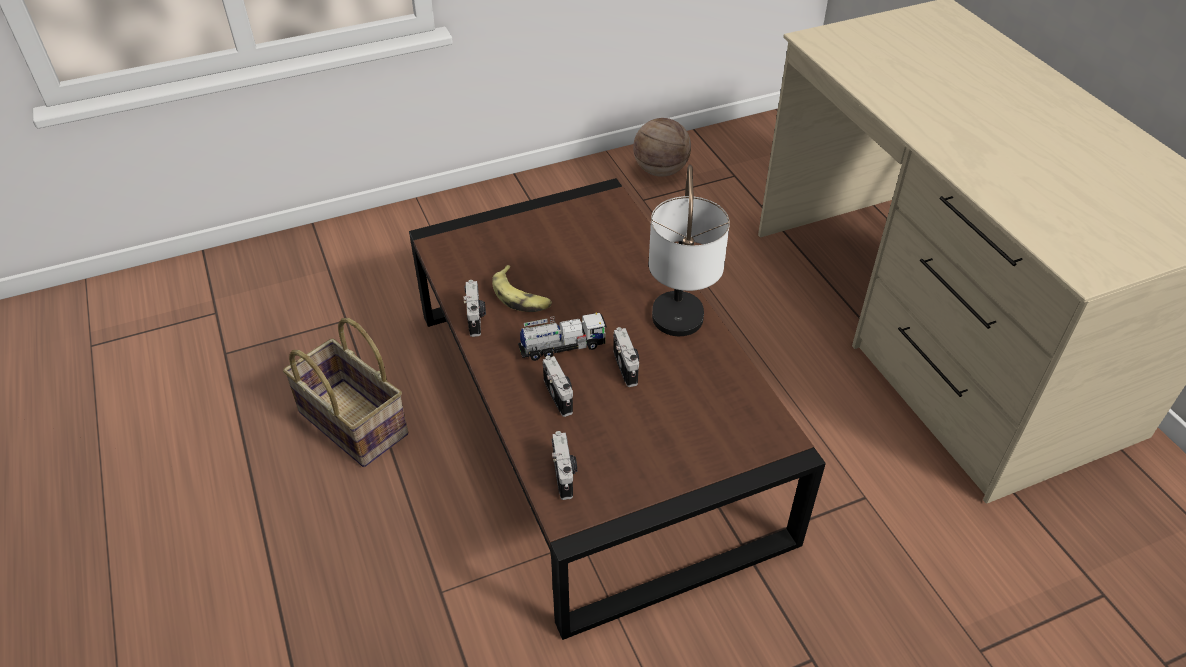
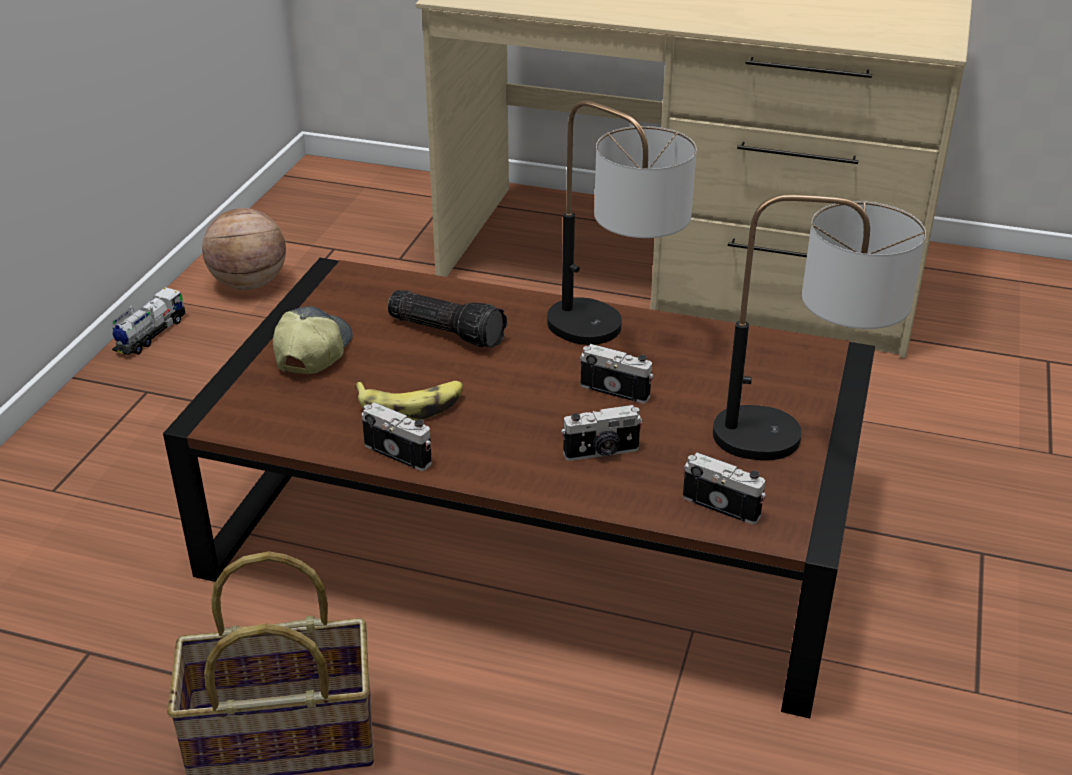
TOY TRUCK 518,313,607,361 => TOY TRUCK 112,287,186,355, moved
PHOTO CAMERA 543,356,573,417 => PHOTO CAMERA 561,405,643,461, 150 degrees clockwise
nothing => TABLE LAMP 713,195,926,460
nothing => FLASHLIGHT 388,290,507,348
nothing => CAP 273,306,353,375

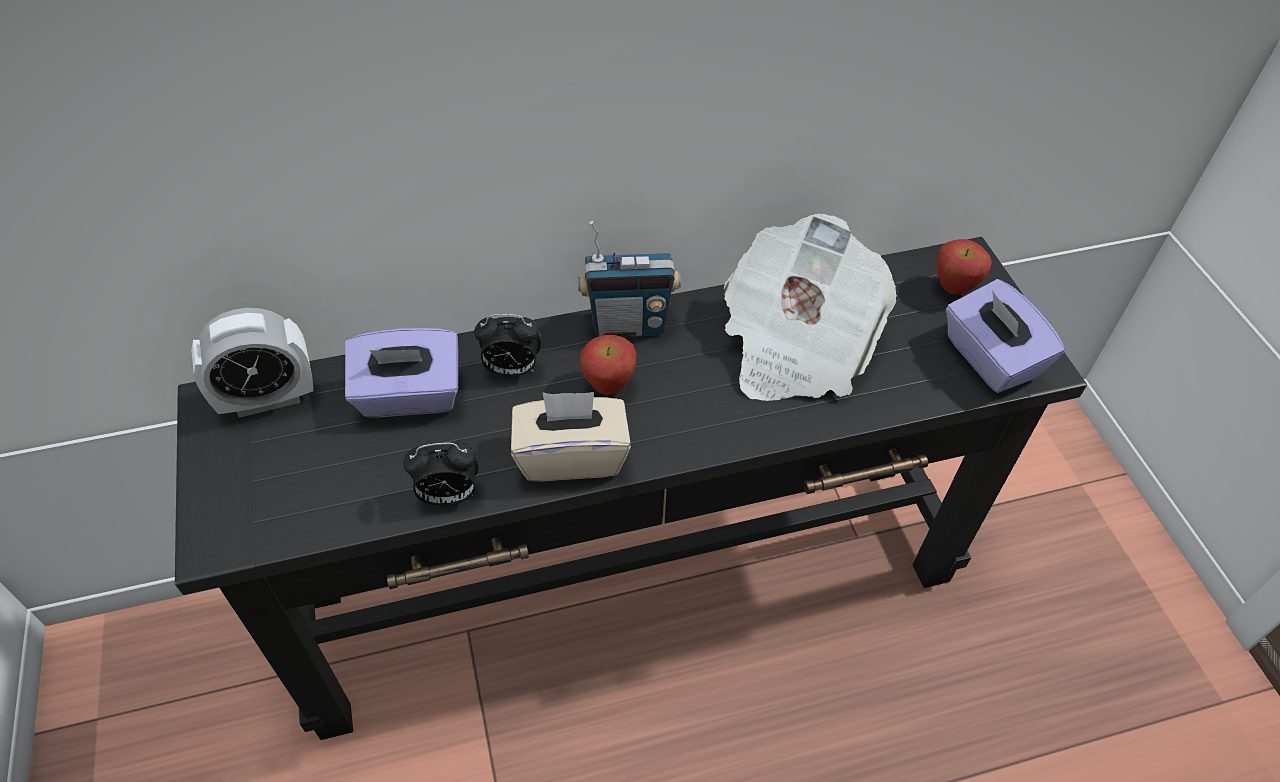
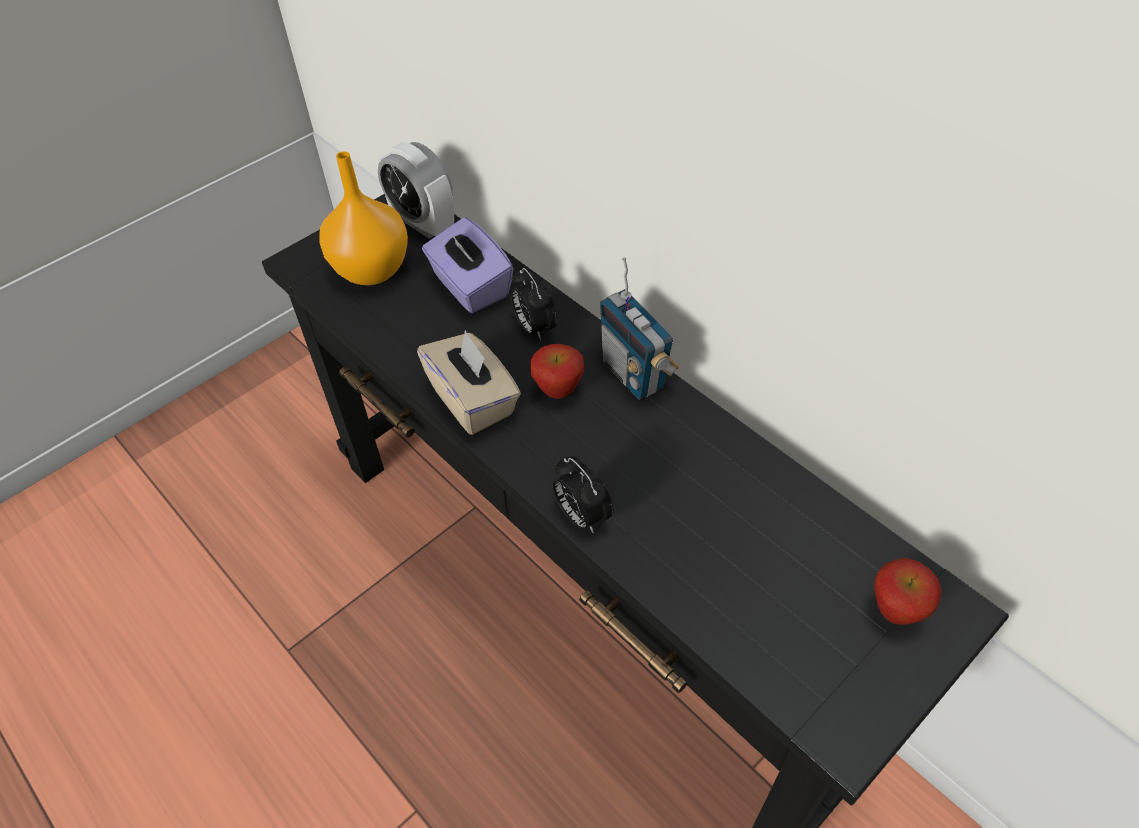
NEWSPAPER 723,214,897,401 => nothing
PURPLE TISSUE BOX 946,279,1065,393 => nothing
ALARM CLOCK 403,442,478,506 => ALARM CLOCK 553,456,613,533, moved
nothing => ORANGE VASE 319,151,408,285

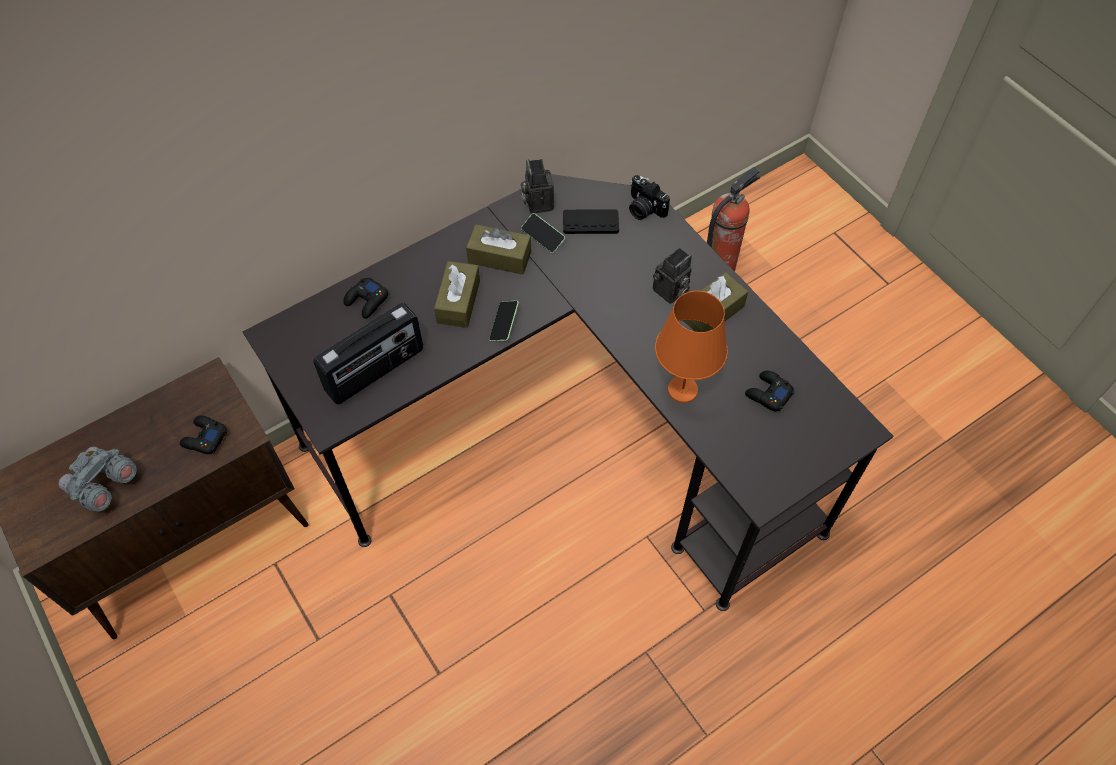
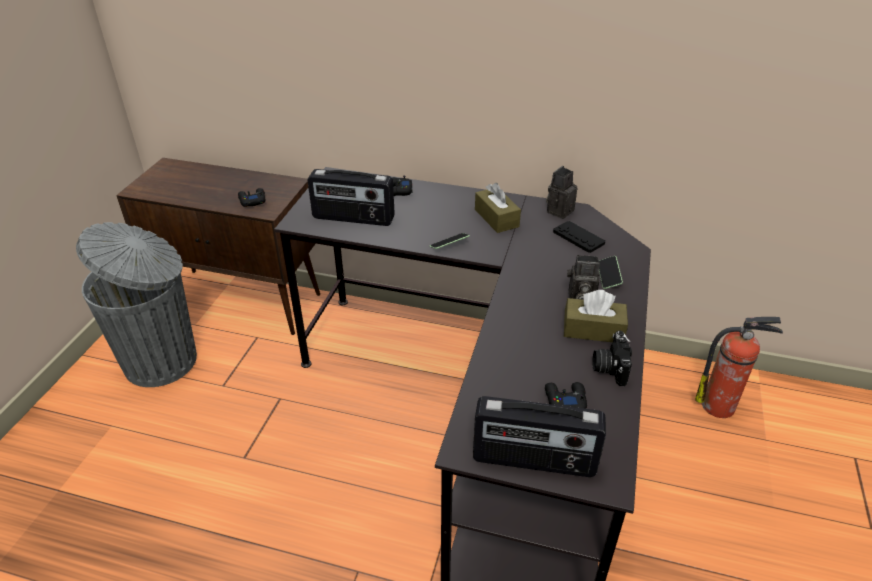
PHOTO CAMERA 629,175,670,220 => PHOTO CAMERA 592,331,632,386, moved
PHONE 521,213,565,253 => PHONE 598,256,623,289, moved
BROWN TISSUE BOX 434,261,480,328 => nothing
ORANGE TABLE LAMP 655,291,728,403 => nothing
GREY BINOCULARS 58,447,137,512 => nothing
nothing => GREY TRASH CAN 76,222,197,387
nothing => RADIO 473,396,606,477

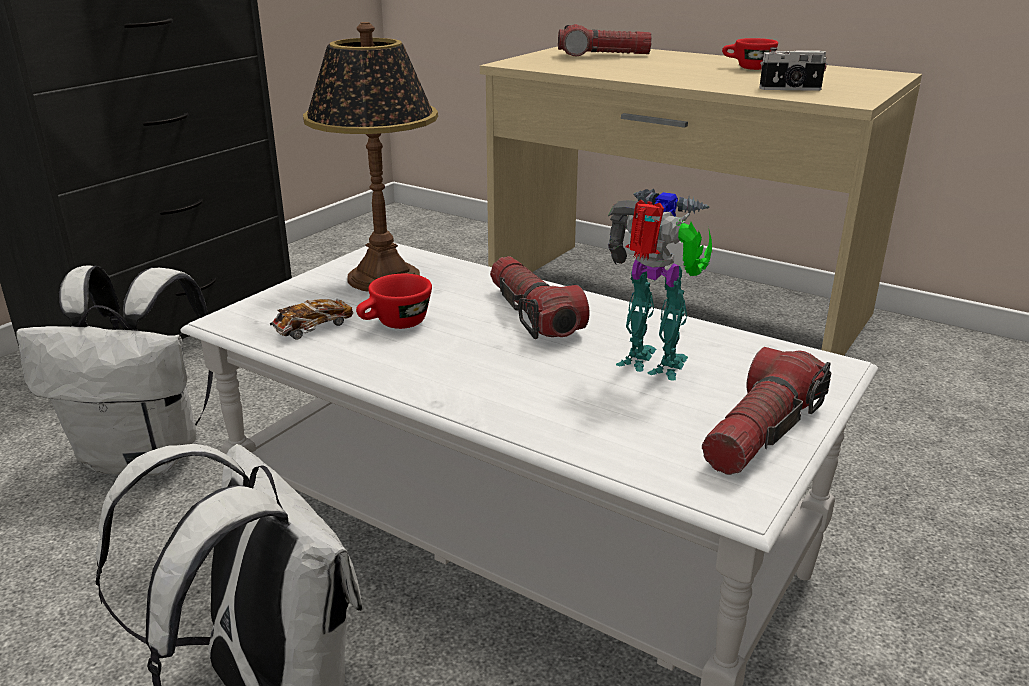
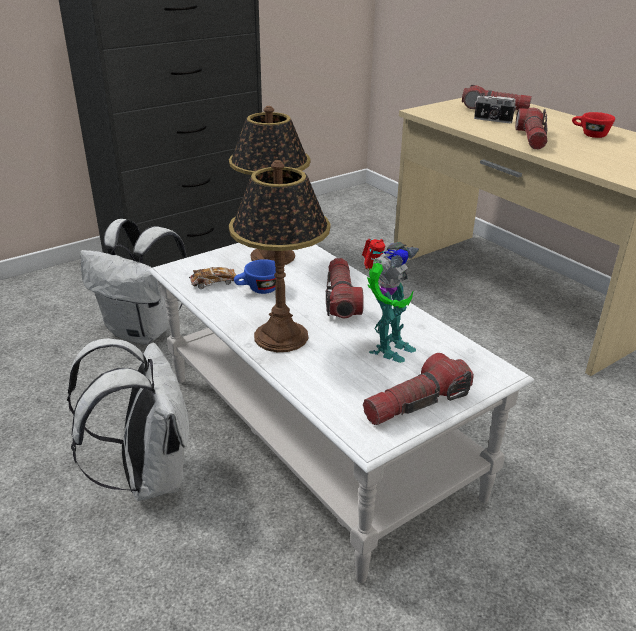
PHOTO CAMERA 759,47,827,91 => PHOTO CAMERA 474,93,516,123, moved
TOY ROBOT 608,188,712,381 => TOY ROBOT 362,239,419,363, 75 degrees clockwise
RED CUP 356,274,432,329 => BLUE CUP 234,259,277,294
nothing => FLASHLIGHT 515,108,548,149
nothing => TABLE LAMP 229,160,331,352

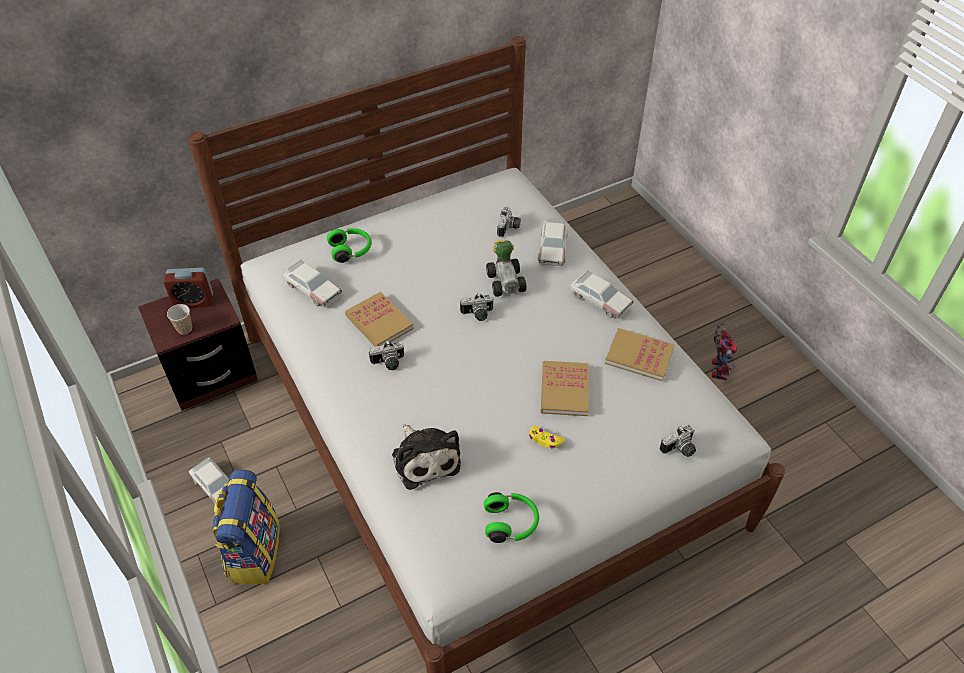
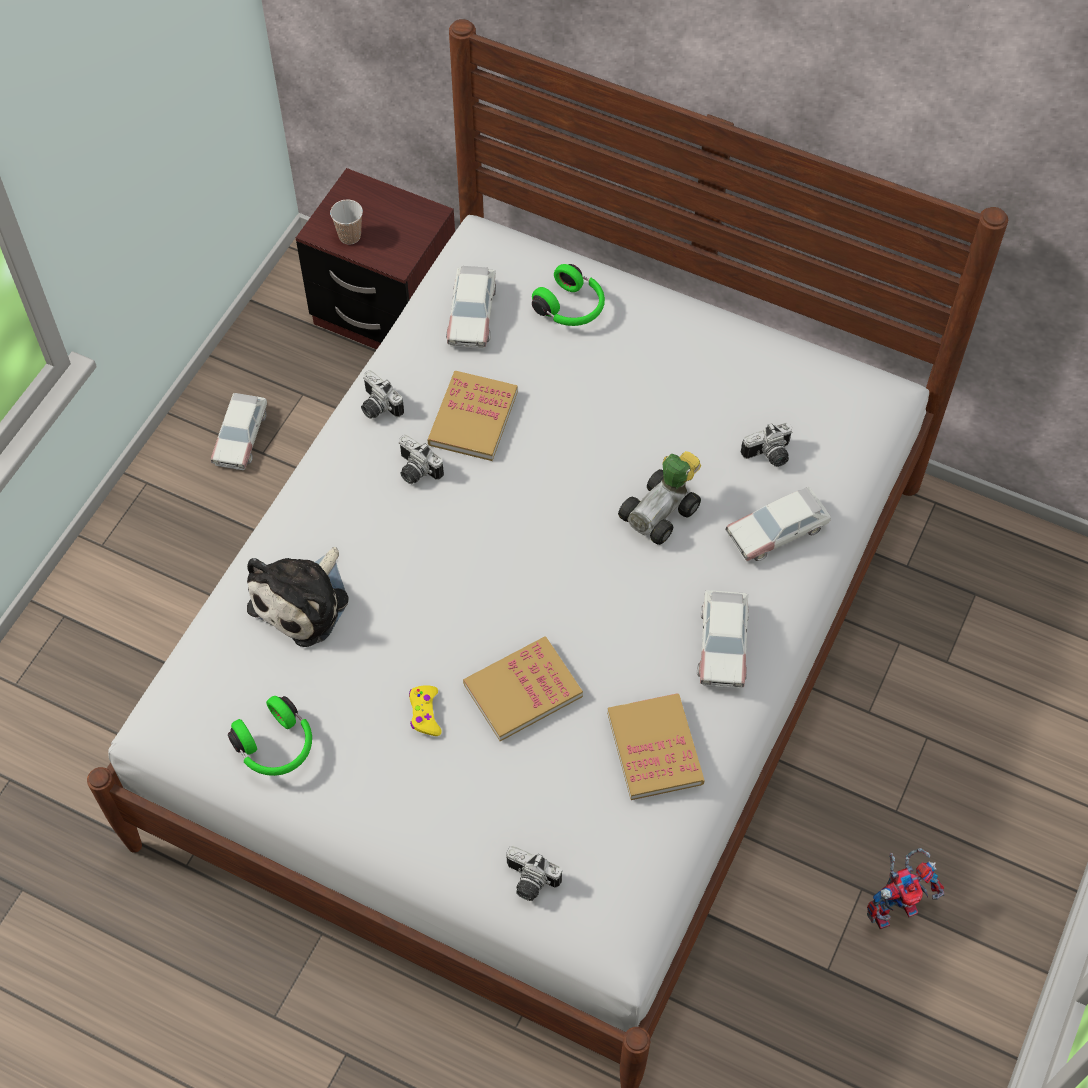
ALARM CLOCK 164,268,213,307 => nothing
PHOTO CAMERA 460,292,493,321 => PHOTO CAMERA 361,370,404,419, moved
BACKPACK 213,470,280,584 => nothing

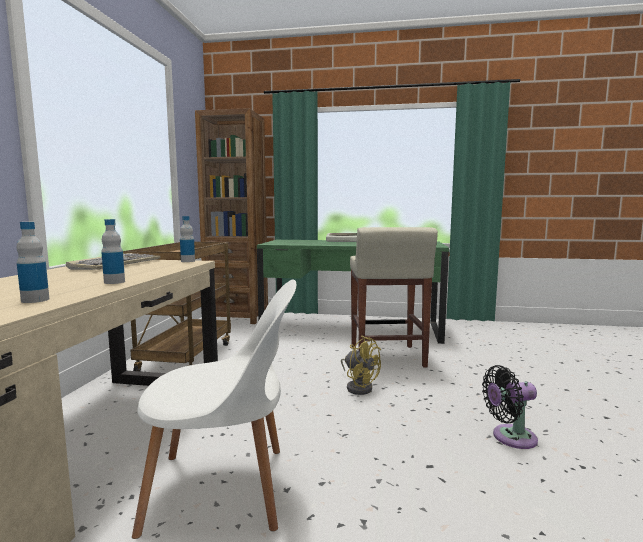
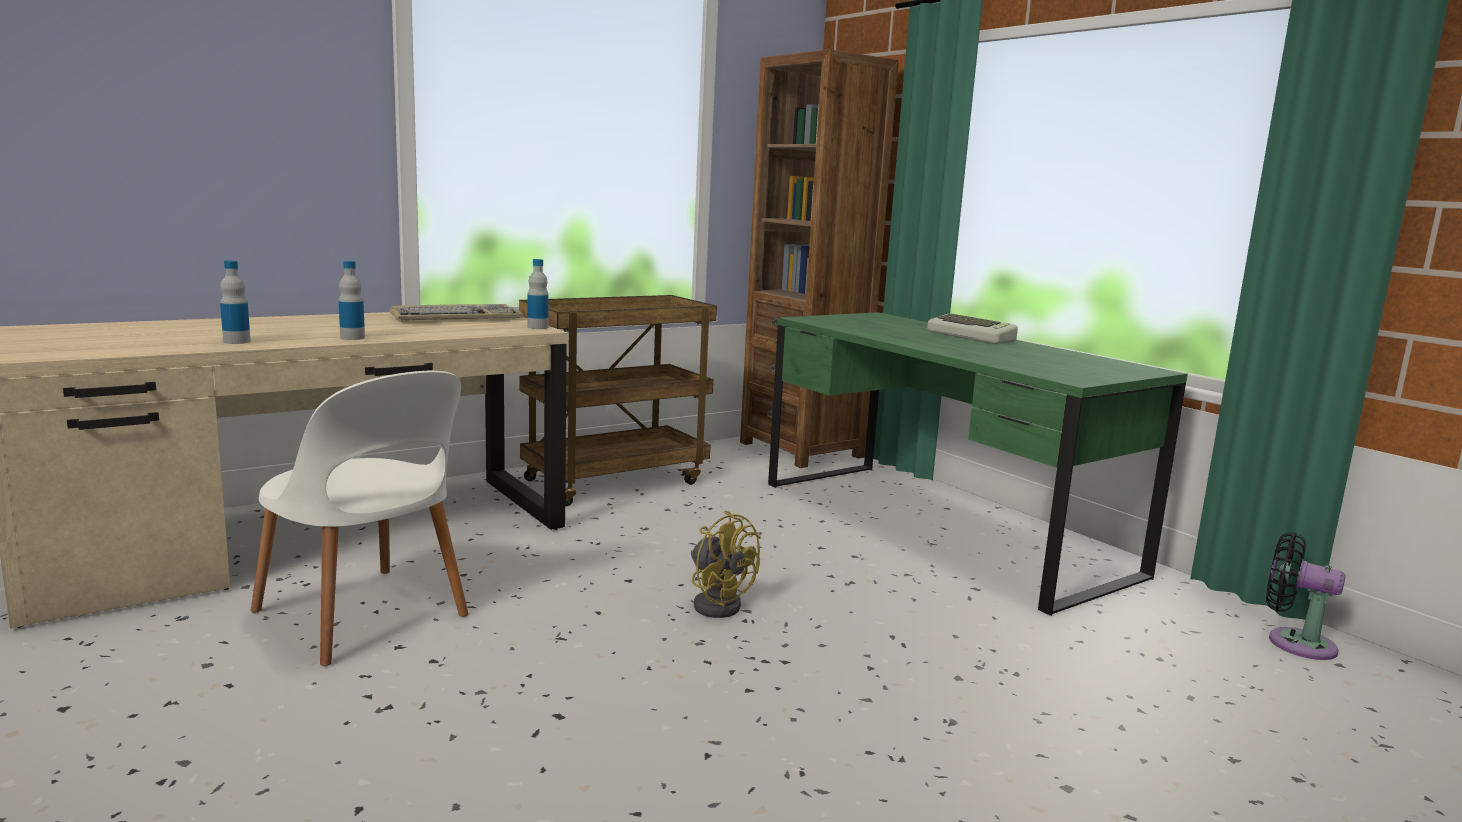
BEIGE STOOL 350,227,438,368 => nothing
YELLOW FAN 341,336,381,395 => YELLOW FAN 691,510,761,618, 45 degrees counterclockwise
BLACK FAN 482,365,538,449 => BLACK FAN 1266,532,1346,660, moved

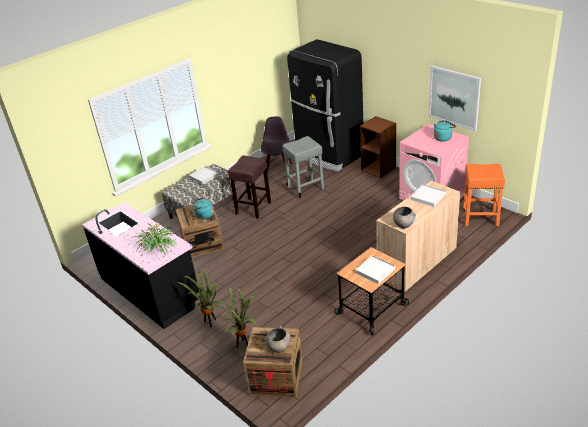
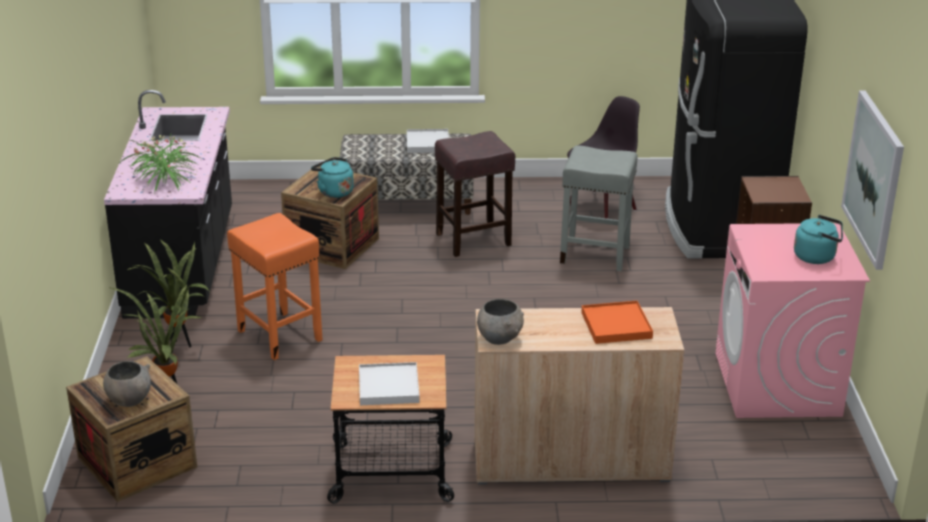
ORANGE STOOL 463,164,505,226 => ORANGE STOOL 227,213,323,360, moved
WHITE TRAY 410,184,446,207 => ORANGE TRAY 581,301,653,344

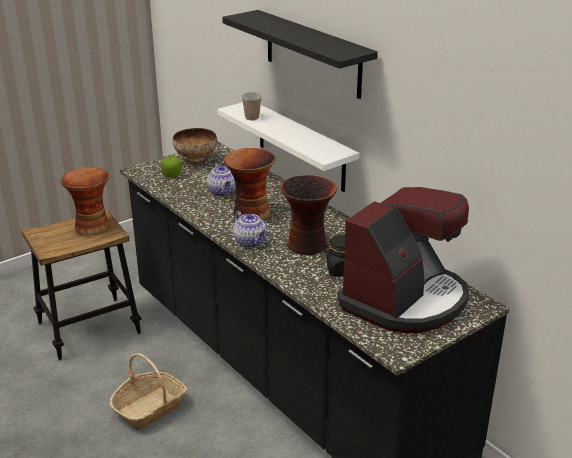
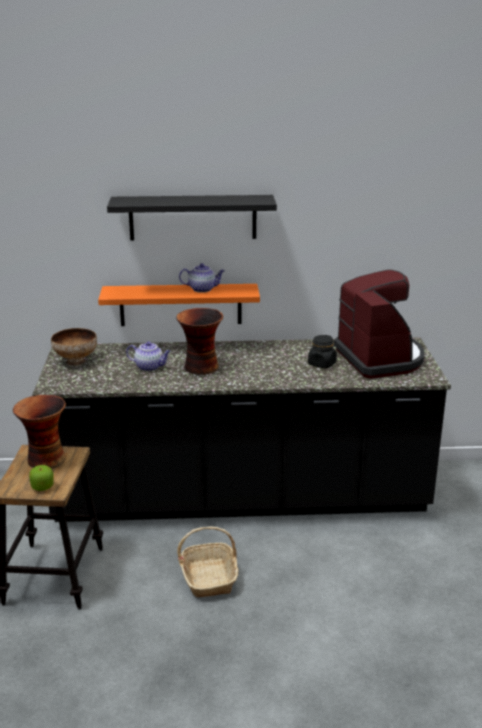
CUP 241,92,262,121 => nothing
WHITE SHELF 217,102,359,192 => ORANGE SHELF 98,284,260,326
APPLE 161,156,181,178 => APPLE 29,465,54,491, moved
VASE 281,175,337,255 => nothing
TEAPOT 233,211,267,248 => TEAPOT 179,263,225,293, moved

